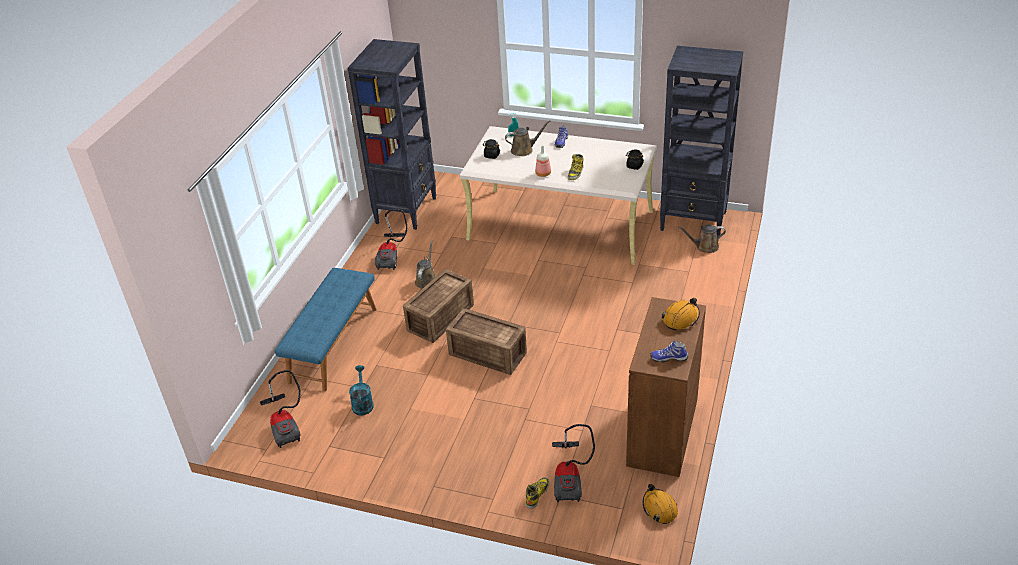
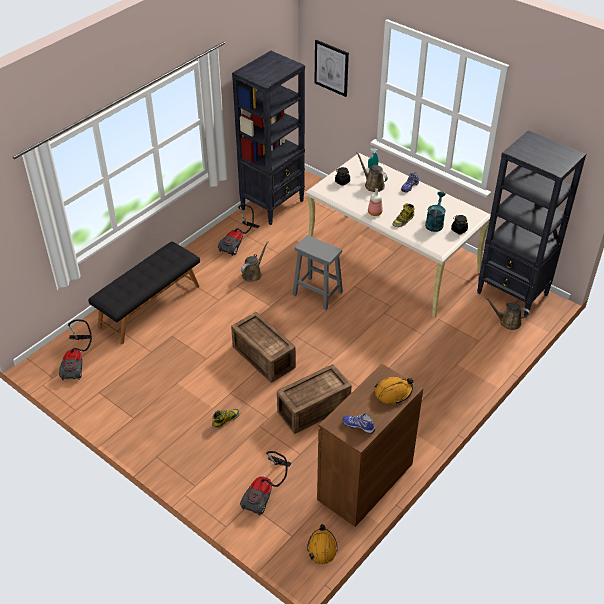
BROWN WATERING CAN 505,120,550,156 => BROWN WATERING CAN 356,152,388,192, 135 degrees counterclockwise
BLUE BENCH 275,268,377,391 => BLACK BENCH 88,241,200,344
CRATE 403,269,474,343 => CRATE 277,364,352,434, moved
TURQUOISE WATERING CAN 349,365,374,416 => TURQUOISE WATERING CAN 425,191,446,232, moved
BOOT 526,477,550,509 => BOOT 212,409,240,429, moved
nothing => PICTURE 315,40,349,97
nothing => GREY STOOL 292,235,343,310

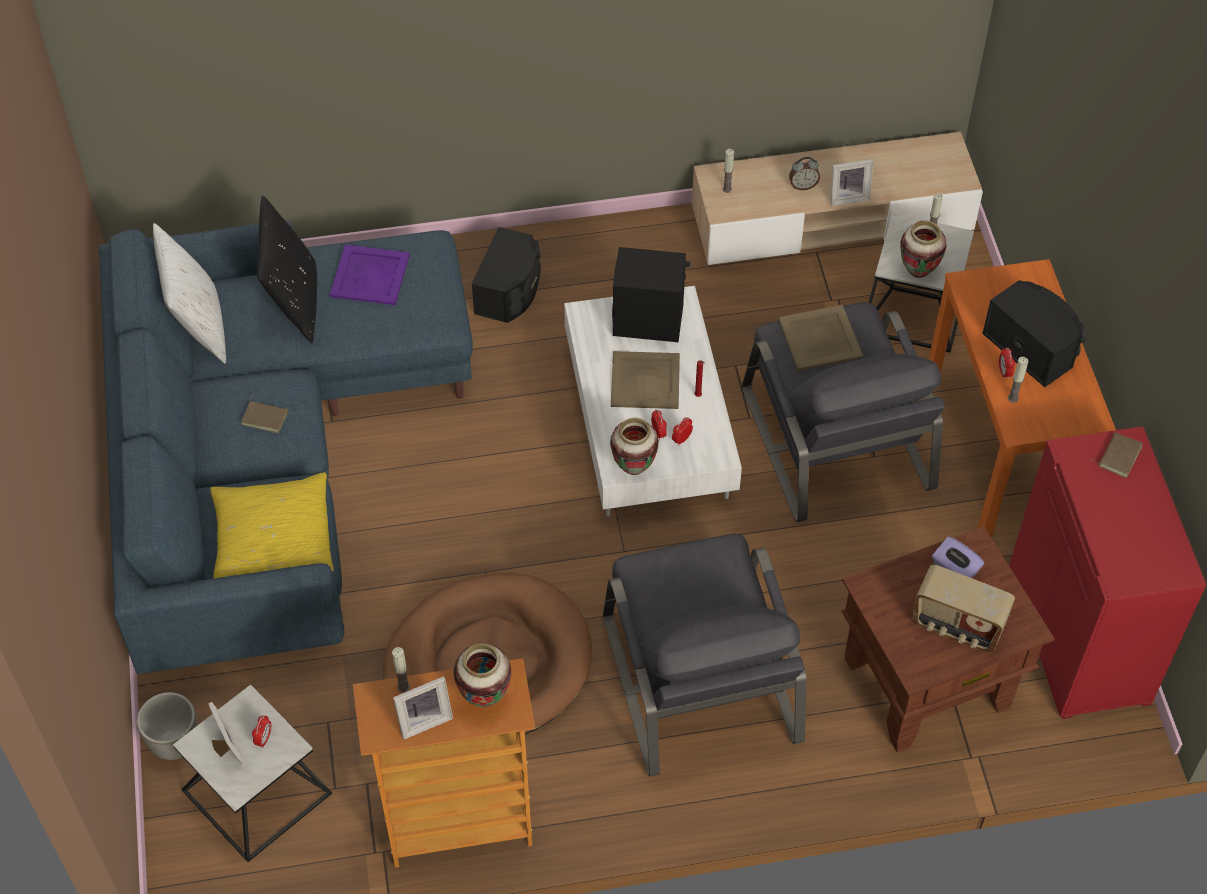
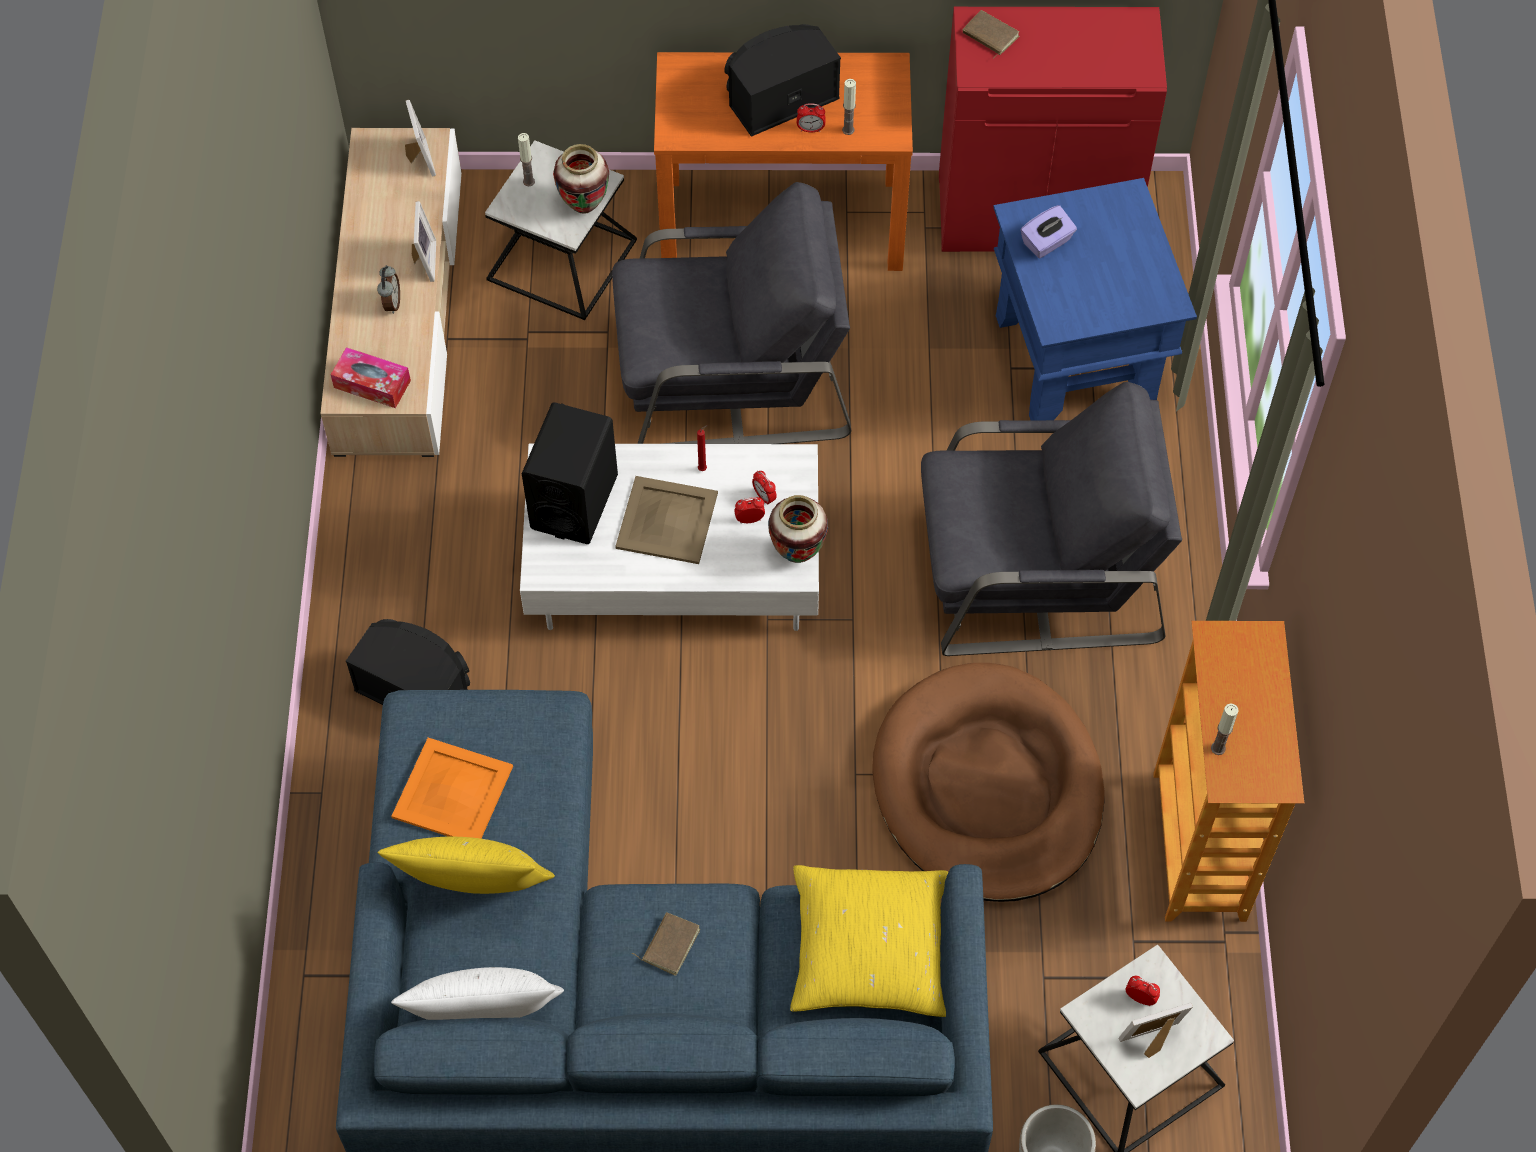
CANDLE 723,149,734,193 => TISSUE BOX 331,347,411,408
BLACK PILLOW 257,195,317,343 => YELLOW PILLOW 378,837,555,894
PURPLE TRAY 330,244,410,305 => ORANGE TRAY 391,738,513,839
BEIGE TRAY 778,305,863,371 => nothing
BROWN SIDE TABLE 841,526,1055,753 => BLUE SIDE TABLE 993,178,1197,421
RADIO 912,565,1015,653 => nothing
VASE 453,643,511,707 => nothing
PICTURE FRAME 393,676,453,739 => PICTURE FRAME 405,100,436,177, moved

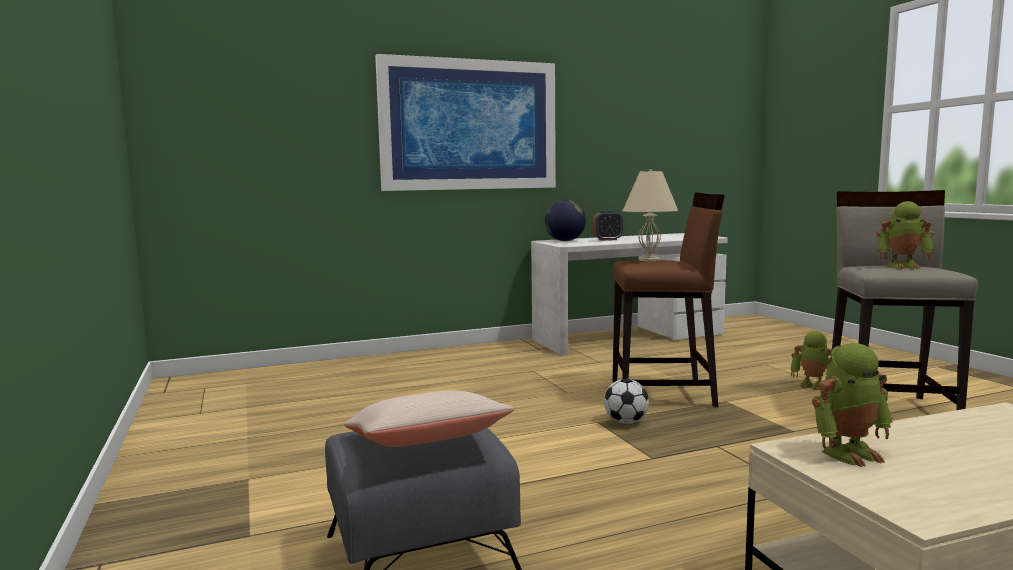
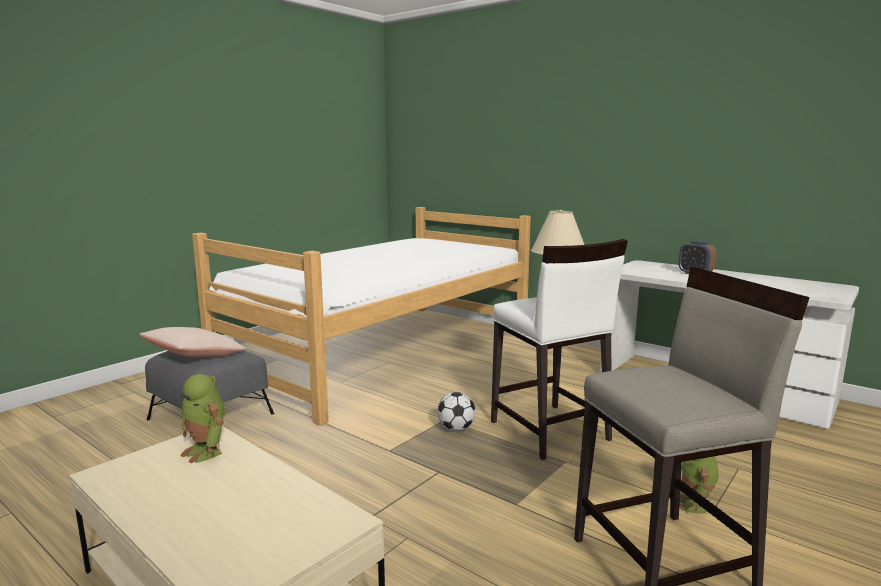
PICTURE 375,54,556,191 => nothing
BROWN STOOL 613,192,725,407 => WHITE STOOL 491,239,628,460
GLOBE 545,200,586,241 => nothing
TOY ROBOT 876,201,934,269 => nothing
nothing => BED 192,207,531,426

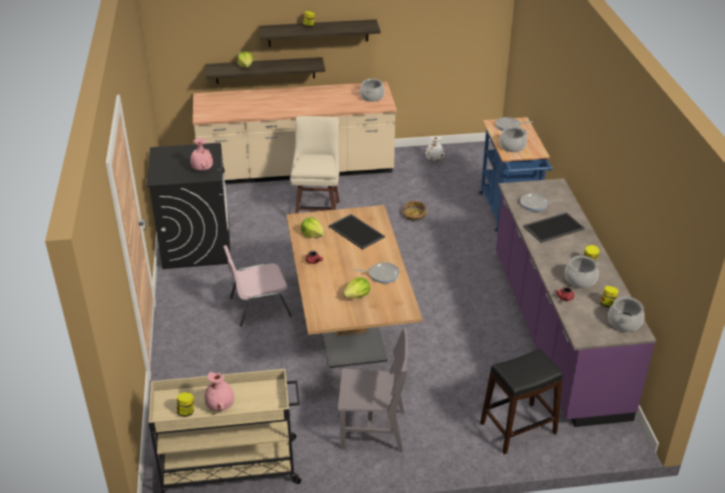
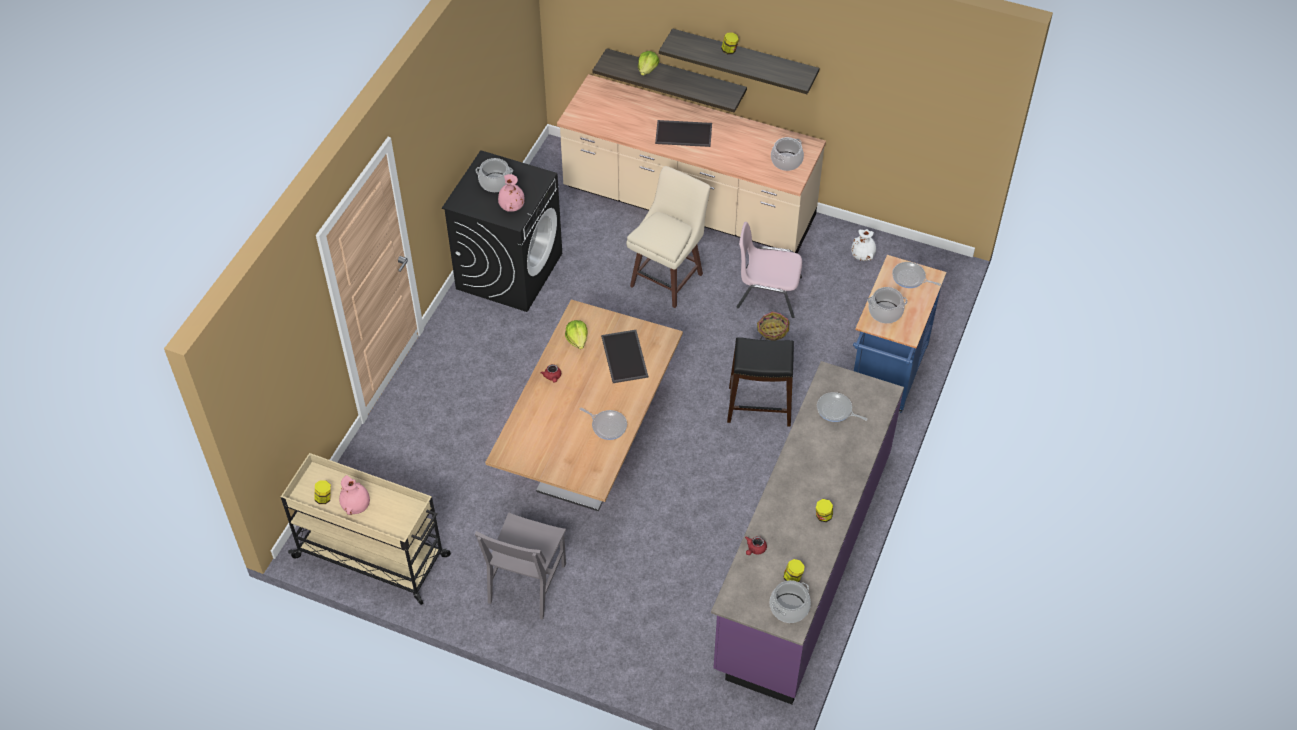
TRAY 523,212,585,243 => TRAY 655,120,712,147, moved
PINK CHAIR 223,245,292,327 => PINK CHAIR 736,222,802,318, moved
COOKING POT 565,256,599,288 => COOKING POT 476,158,513,192, moved
LETTUCE 343,277,370,298 => nothing
GREY CHAIR 338,328,409,452 => GREY CHAIR 475,512,566,620, 75 degrees clockwise
BLACK STOOL 480,349,563,454 => BLACK STOOL 727,337,794,427, moved

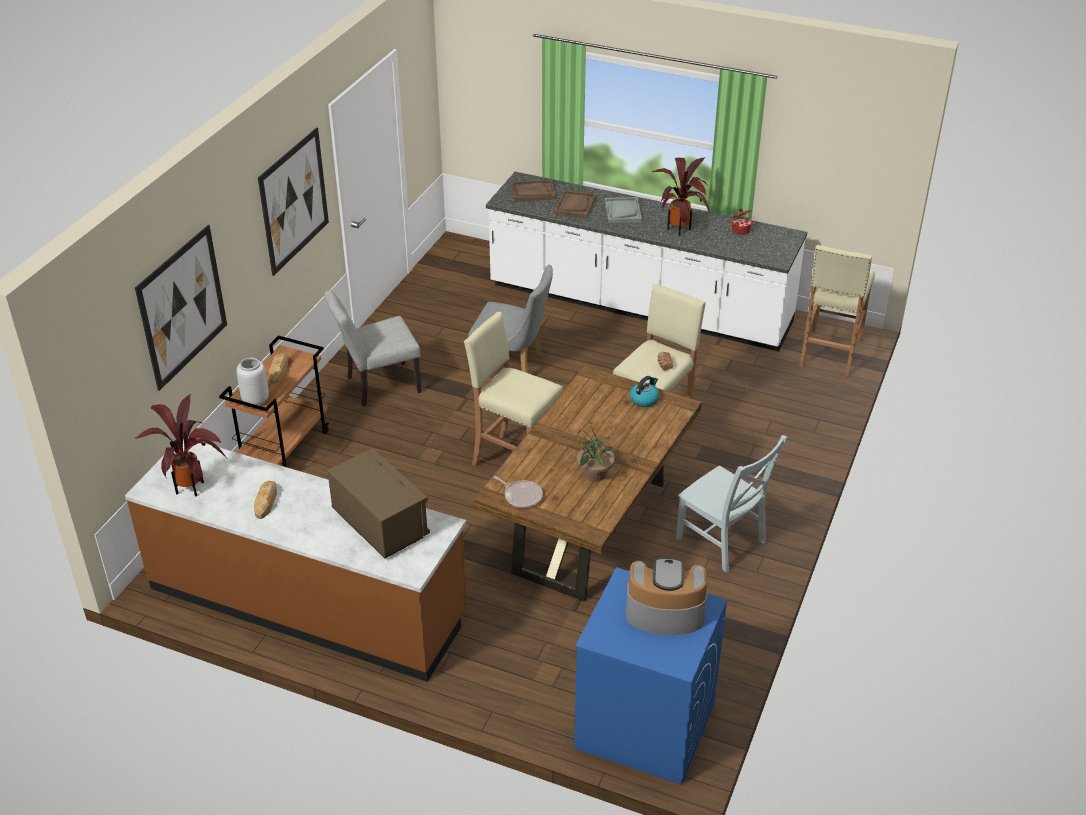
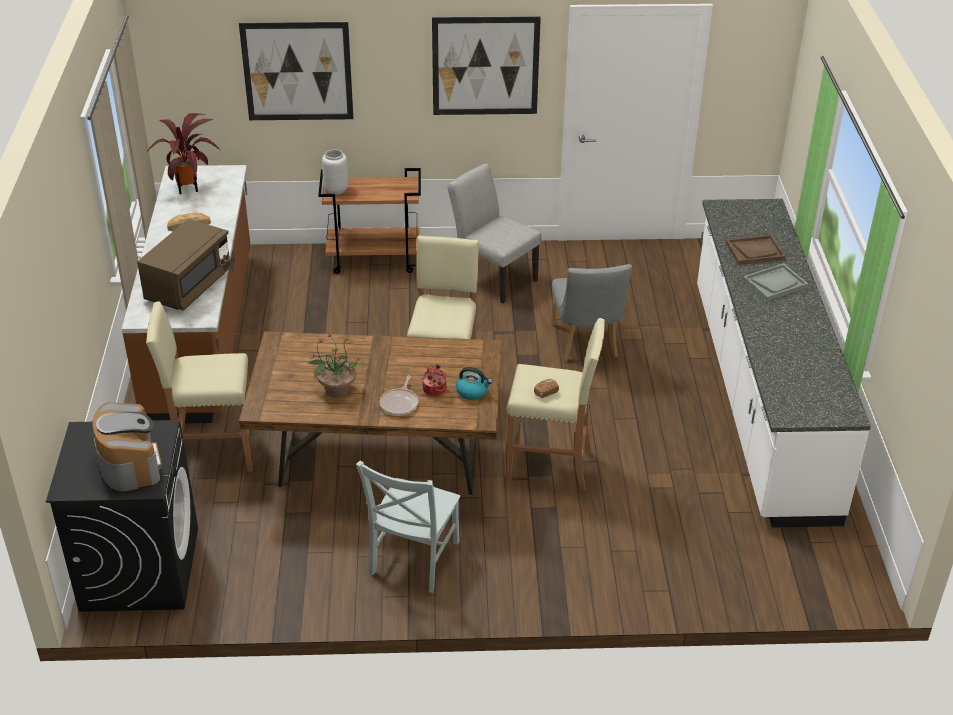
POTTED PLANT 652,158,710,236 => nothing
BROWN TRAY 512,180,556,202 => nothing
COOKING POT 729,209,755,235 => COOKING POT 423,364,448,396, moved
BEIGE STOOL 799,245,875,377 => BEIGE STOOL 146,302,256,472, moved
BREAD 269,353,288,384 => nothing
FRYING PAN 493,476,543,508 => FRYING PAN 380,375,418,416, moved
BLUE WASHING MACHINE 574,567,727,785 => BLACK WASHING MACHINE 46,420,198,612

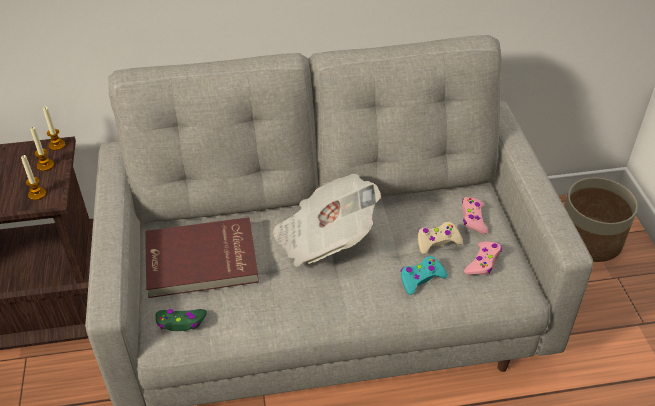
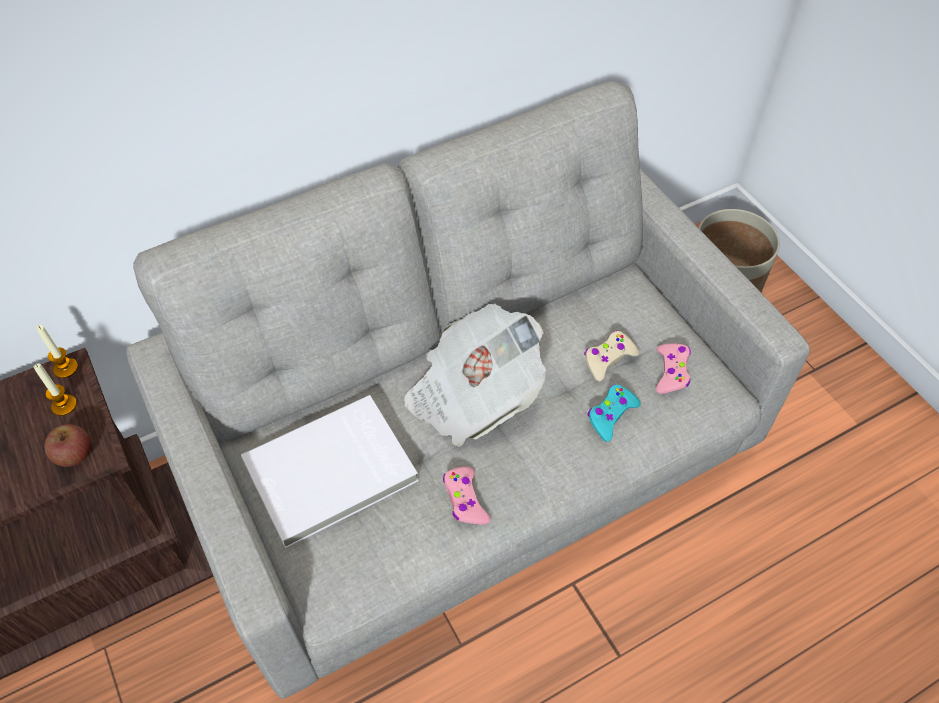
CANDLE 21,155,46,200 => APPLE 44,424,91,467
PINK GAME CONTROLLER 462,197,488,234 => PINK GAME CONTROLLER 443,467,490,525, moved
RED BOOK 145,217,259,298 => WHITE BOOK 241,395,418,549
GREEN GAME CONTROLLER 155,309,207,331 => nothing

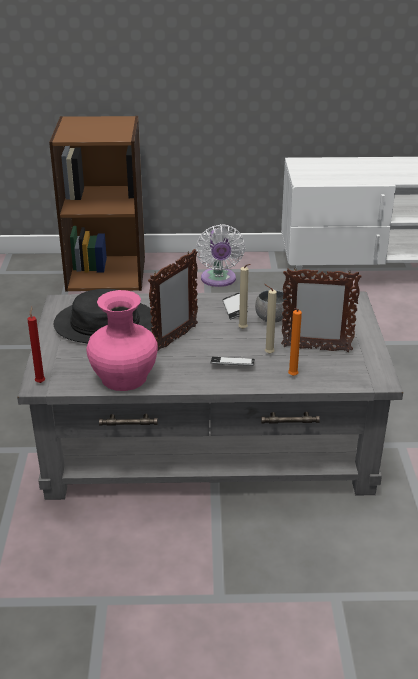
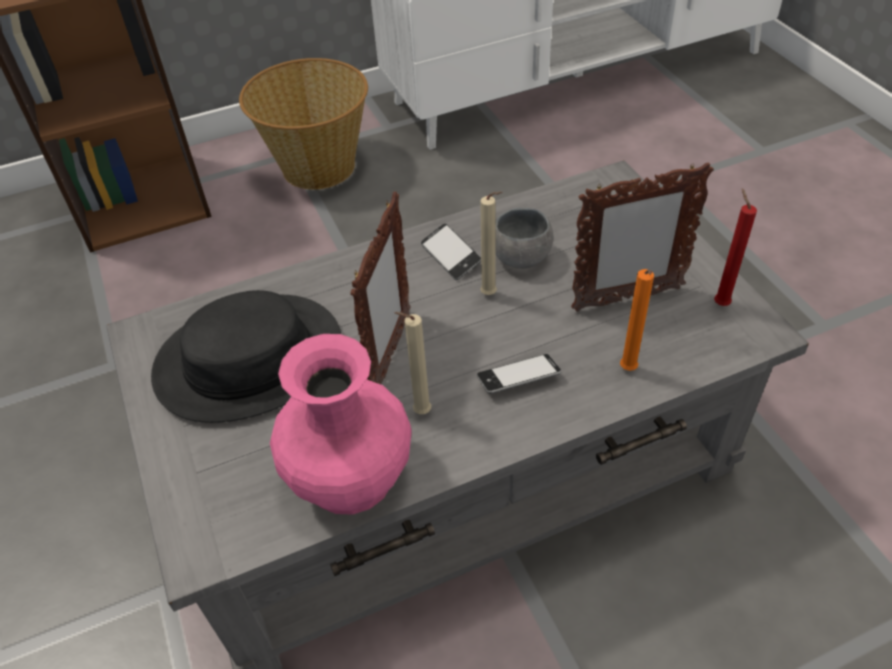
WHITE FAN 196,224,245,287 => BASKET 239,58,368,190
BEIGE CANDLE 264,284,277,354 => BEIGE CANDLE 394,312,431,414, moved
RED CANDLE 27,307,45,383 => RED CANDLE 714,188,757,306, moved

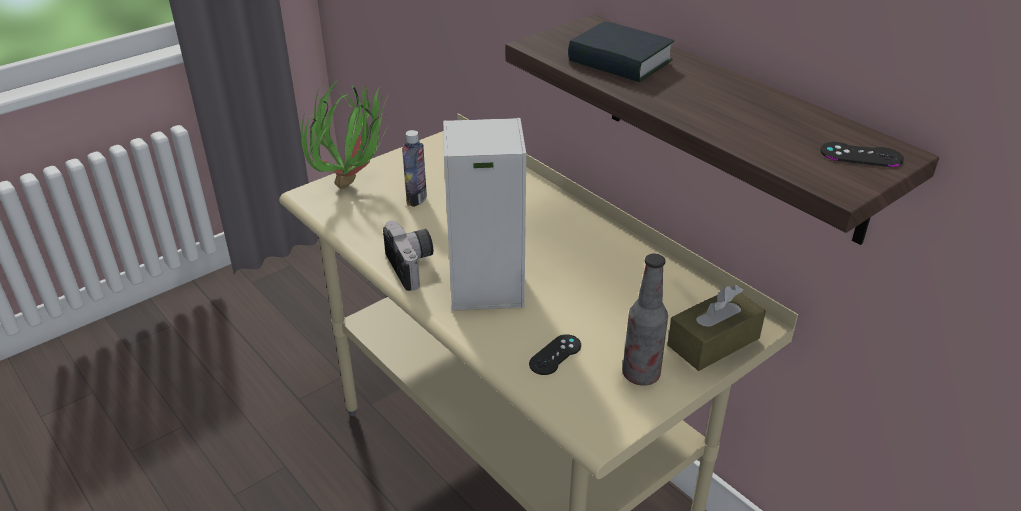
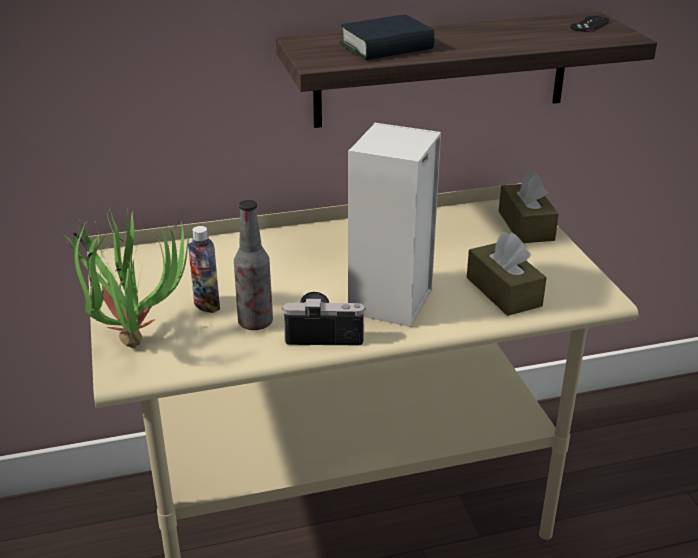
BOTTLE 622,254,668,386 => BOTTLE 234,200,273,330, moved
BLACK GAME CONTROLLER 529,334,581,375 => BROWN TISSUE BOX 467,232,547,316

